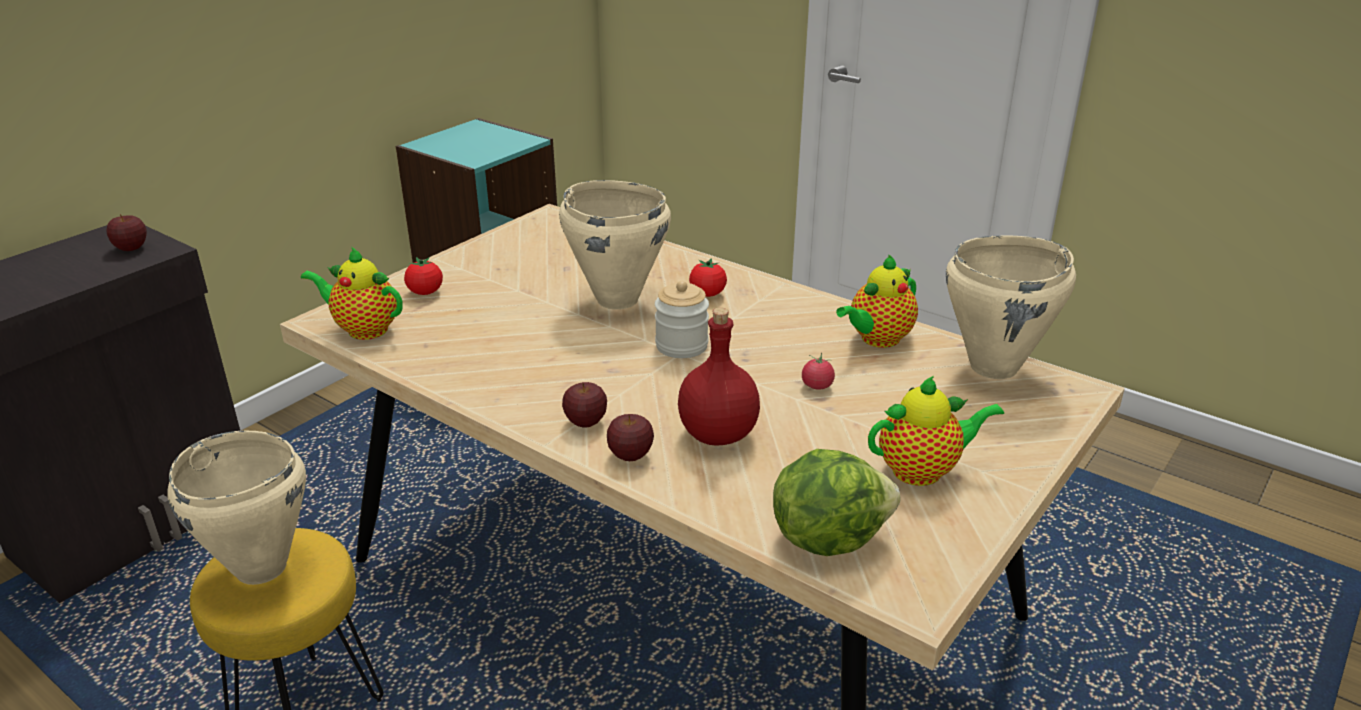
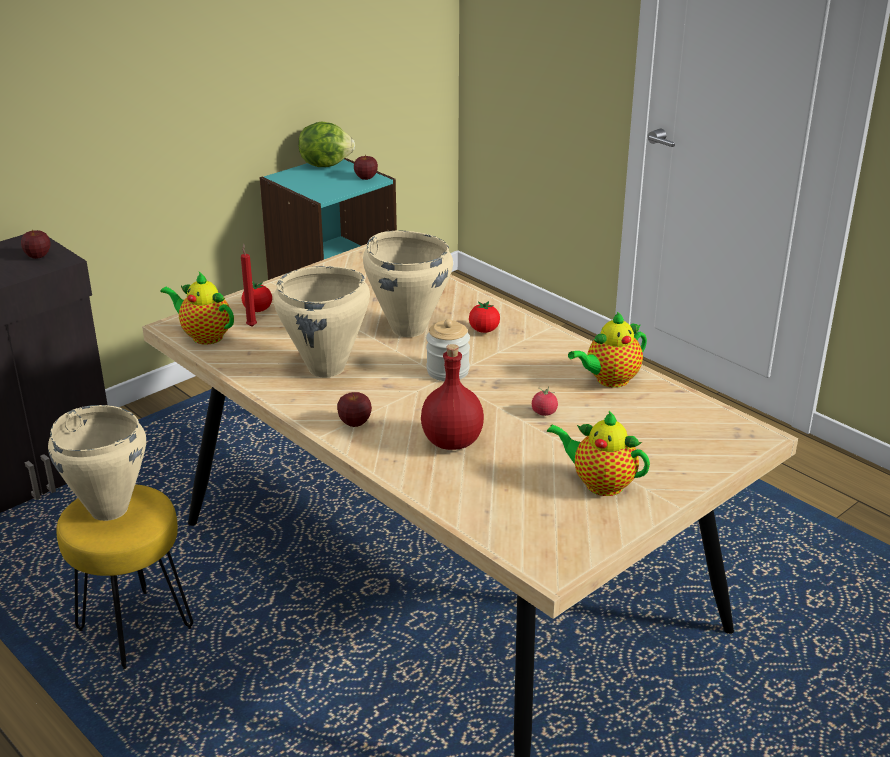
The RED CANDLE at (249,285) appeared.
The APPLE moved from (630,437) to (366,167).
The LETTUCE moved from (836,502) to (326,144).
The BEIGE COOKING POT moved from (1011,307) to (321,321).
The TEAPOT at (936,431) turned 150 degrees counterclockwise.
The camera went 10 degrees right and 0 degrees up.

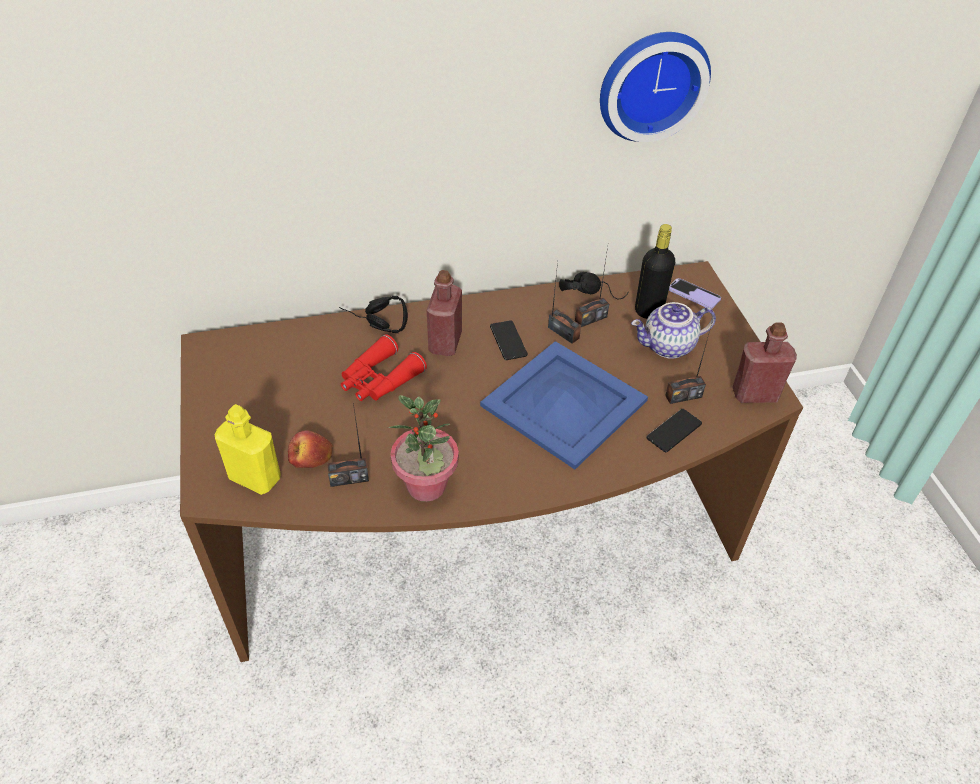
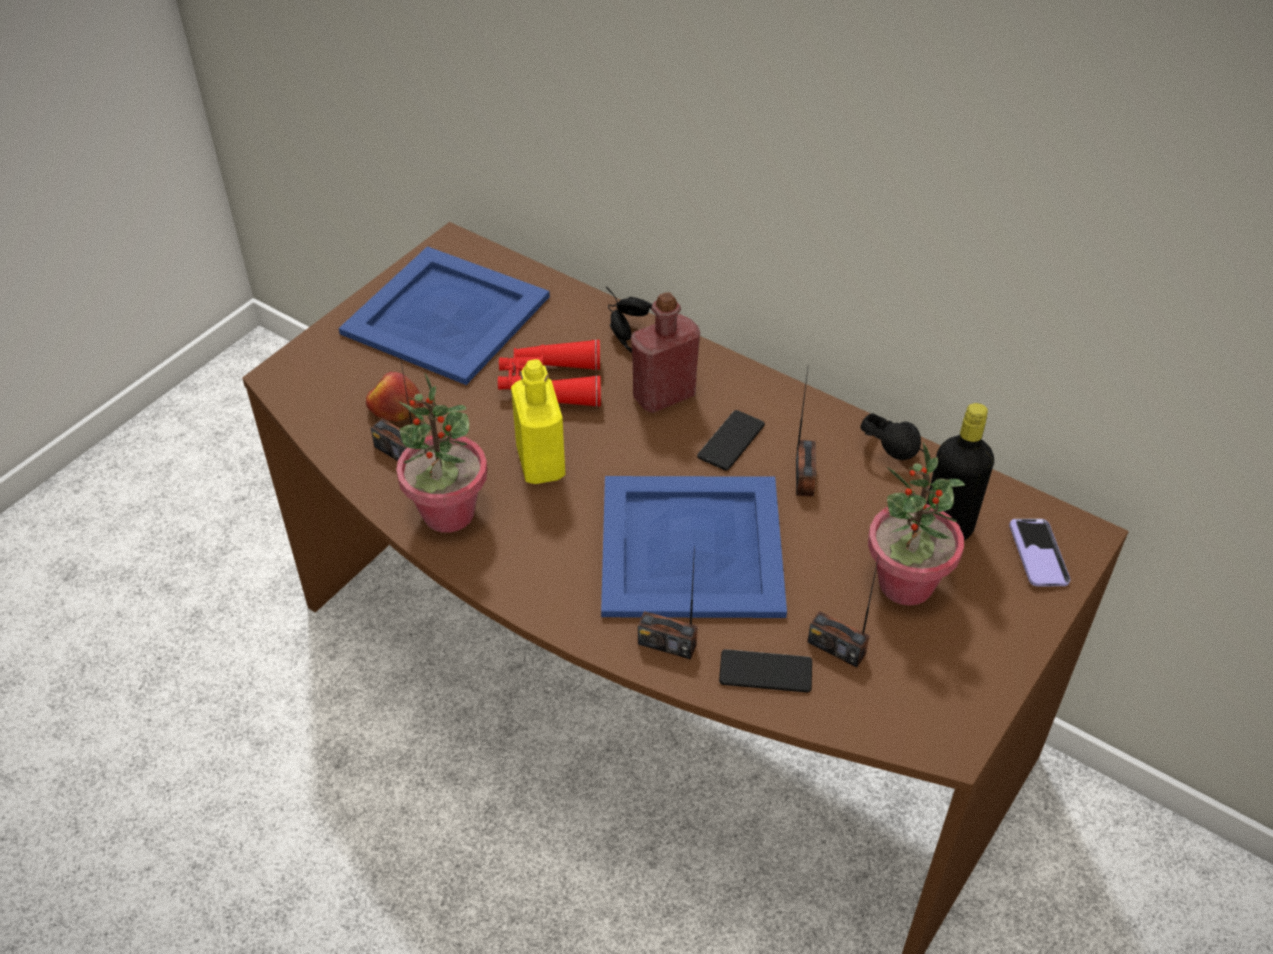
The WALL CLOCK at (655,87) disappeared.
The RED BOTTLE at (764,362) disappeared.
The BLUE TRAY at (444,315) appeared.
The YELLOW BOTTLE moved from (247,449) to (538,421).
The RADIO moved from (592,287) to (668,602).
The TEAPOT at (673,330) was replaced by the POTTED PLANT at (916,524).
The camera went 50 degrees right and 0 degrees up.

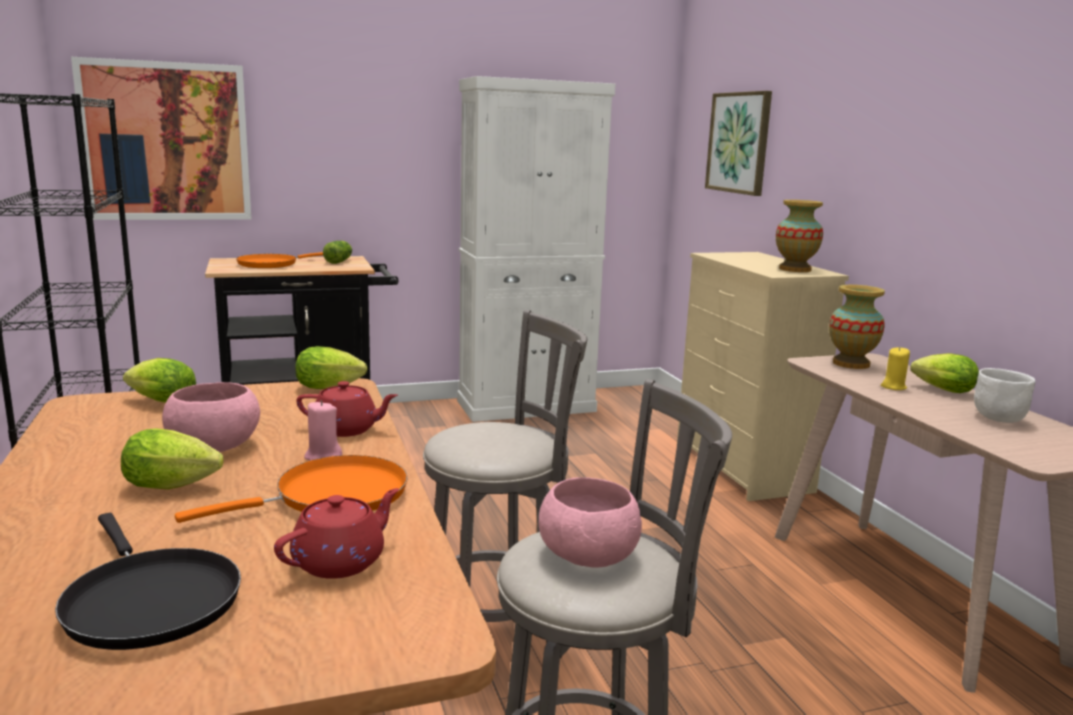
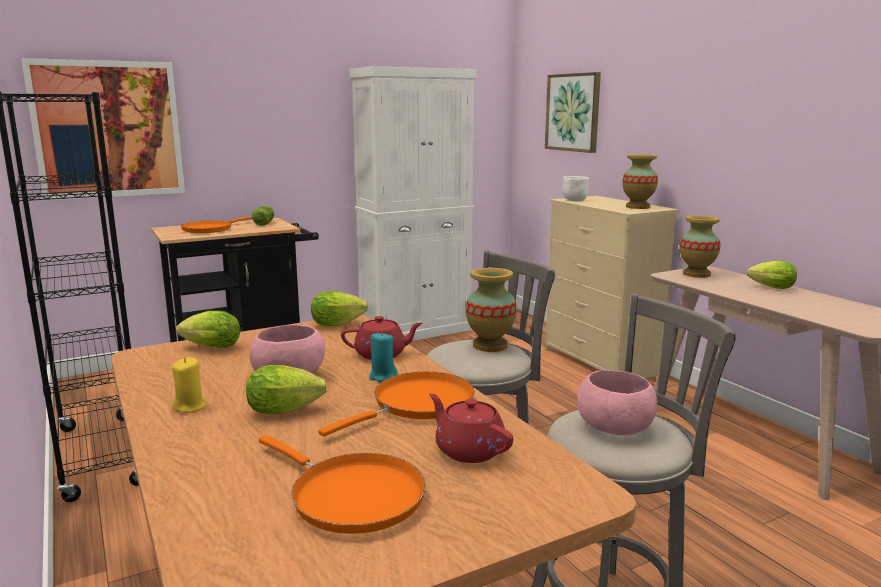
The VASE at (491,310) appeared.
The YELLOW CANDLE moved from (895,368) to (189,385).
The WHITE BOWL moved from (1004,395) to (575,188).
The BLACK FRYING PAN at (148,581) became the ORANGE FRYING PAN at (342,484).
The PINK CANDLE at (323,430) became the TURQUOISE CANDLE at (383,357).
The RED TEAPOT at (336,533) turned 75 degrees counterclockwise.
The camera went 10 degrees left and 0 degrees up.

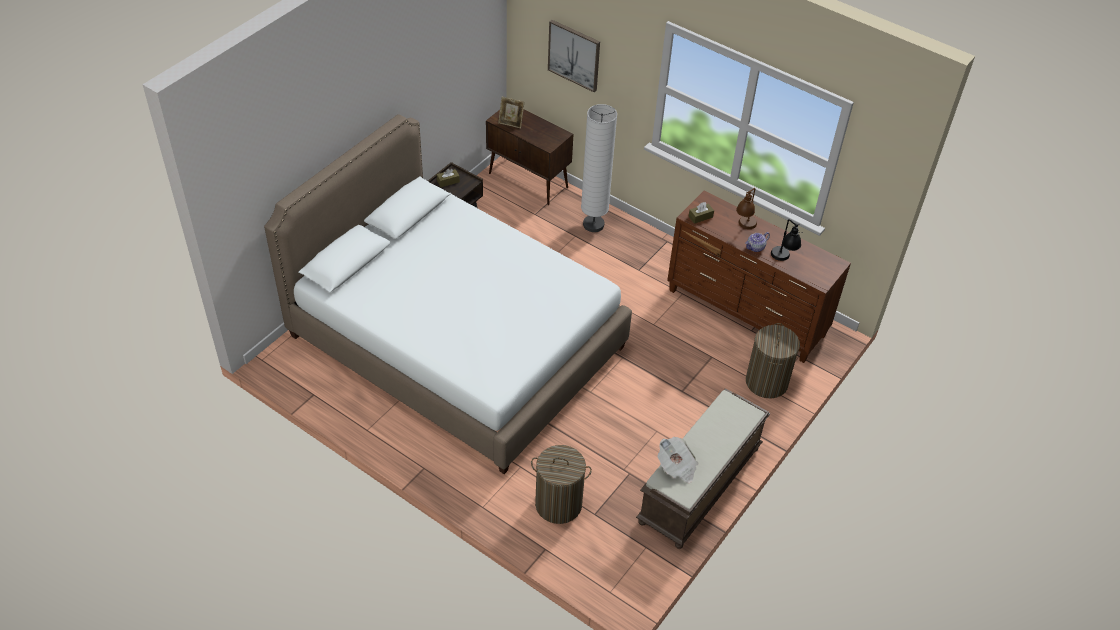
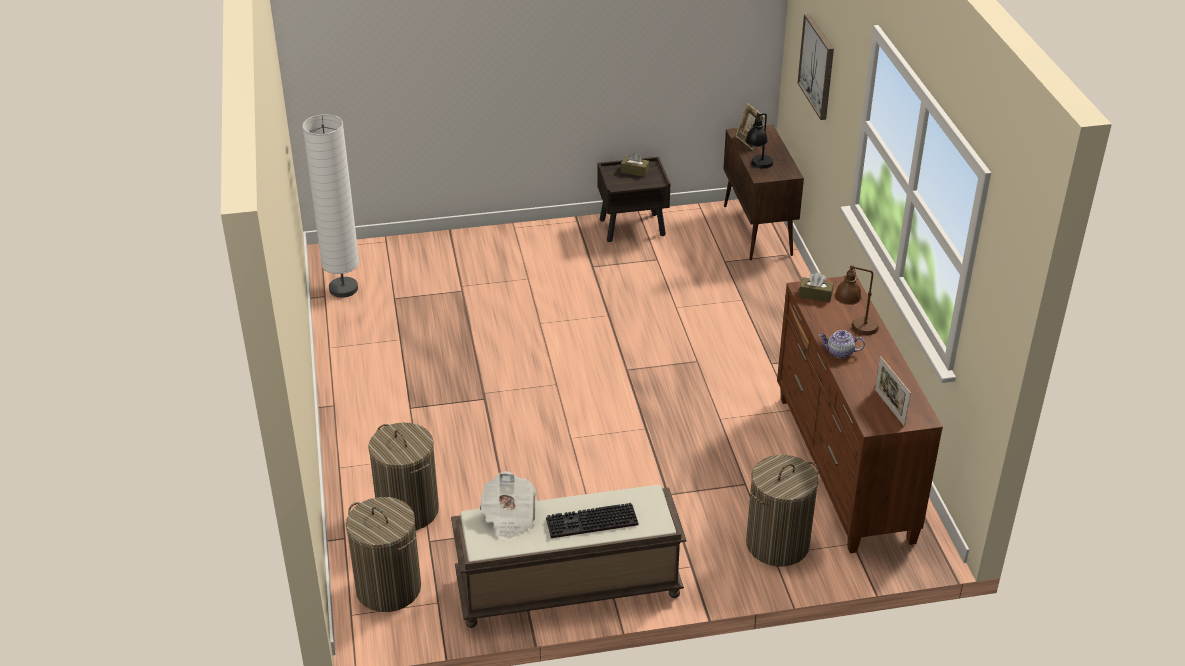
The WHITE BED at (448,294) disappeared.
The LAUNDRY BASKET at (383,554) appeared.
The KEYBOARD at (592,520) appeared.
The PICTURE FRAME at (893,391) appeared.
The WHITE FLOOR LAMP moved from (599,168) to (330,206).
The BLACK TABLE LAMP moved from (787,240) to (759,141).
The camera went 45 degrees right and 10 degrees down.

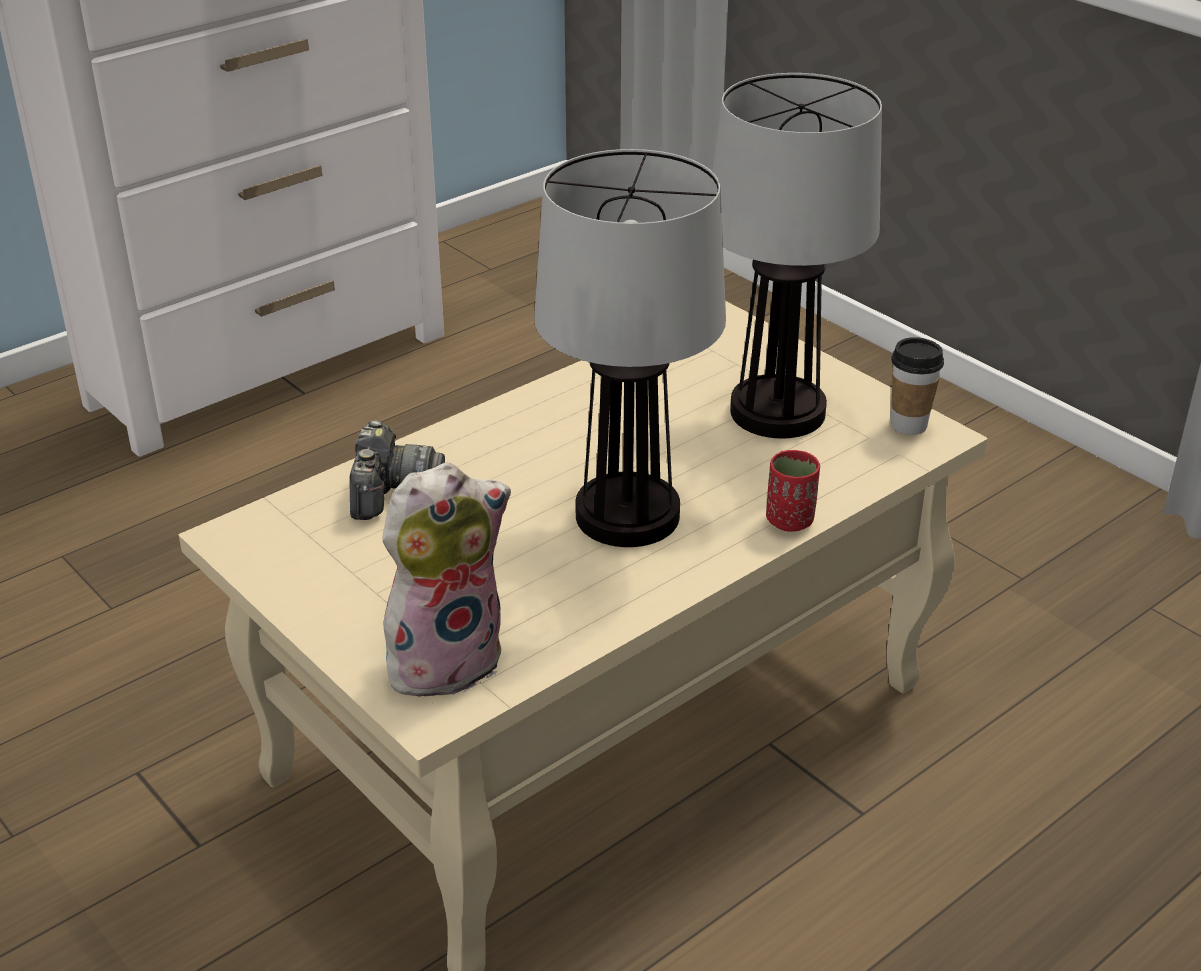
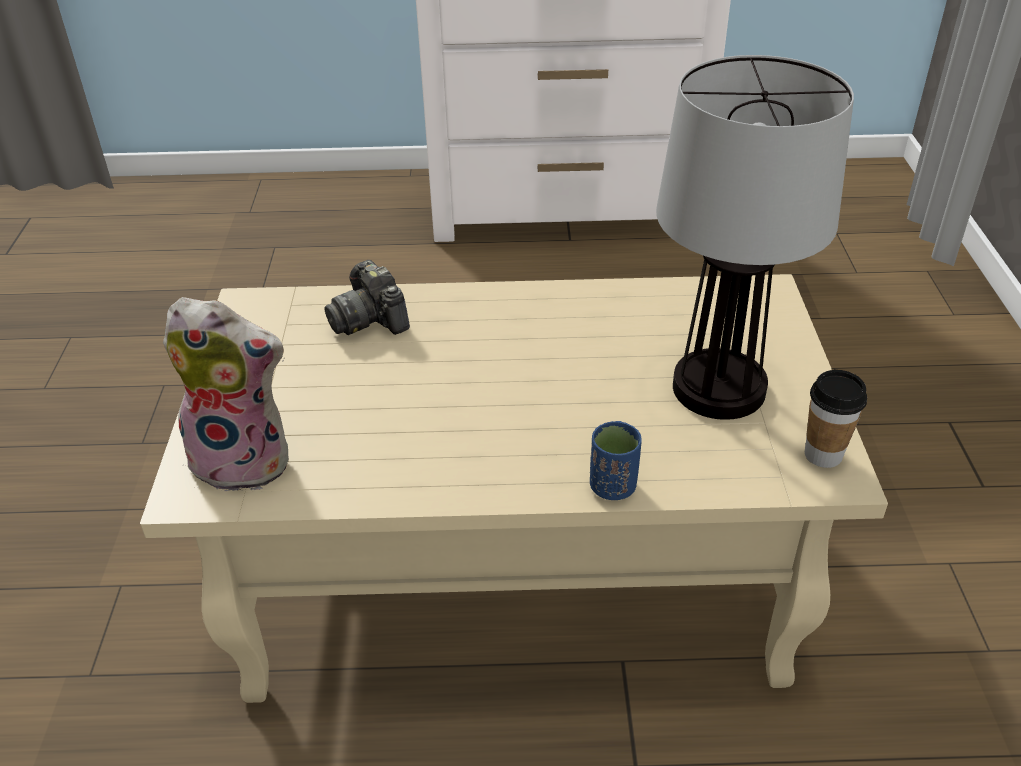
The TABLE LAMP at (630,348) disappeared.
The RED CUP at (793,491) became the BLUE CUP at (616,460).
The PHOTO CAMERA at (397,470) turned 105 degrees clockwise.
The camera went 40 degrees right and 5 degrees up.

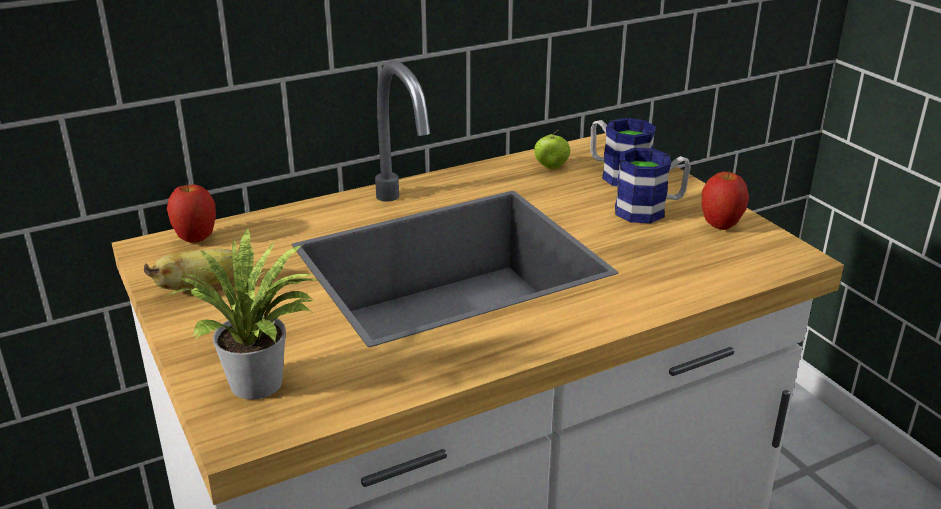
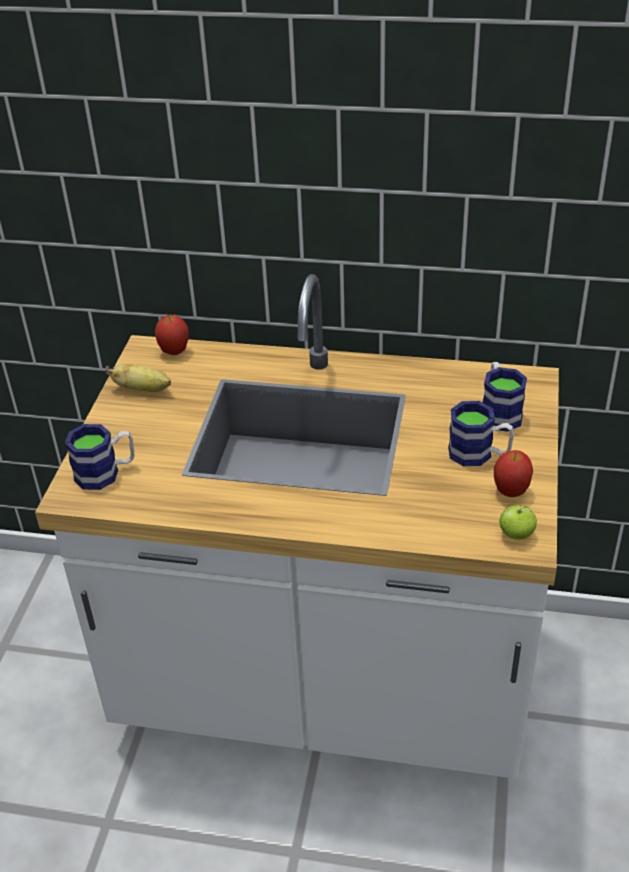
The APPLE moved from (552,149) to (518,522).
The POTTED PLANT at (242,314) was replaced by the MUG at (99,457).
The camera went 40 degrees right and 10 degrees up.

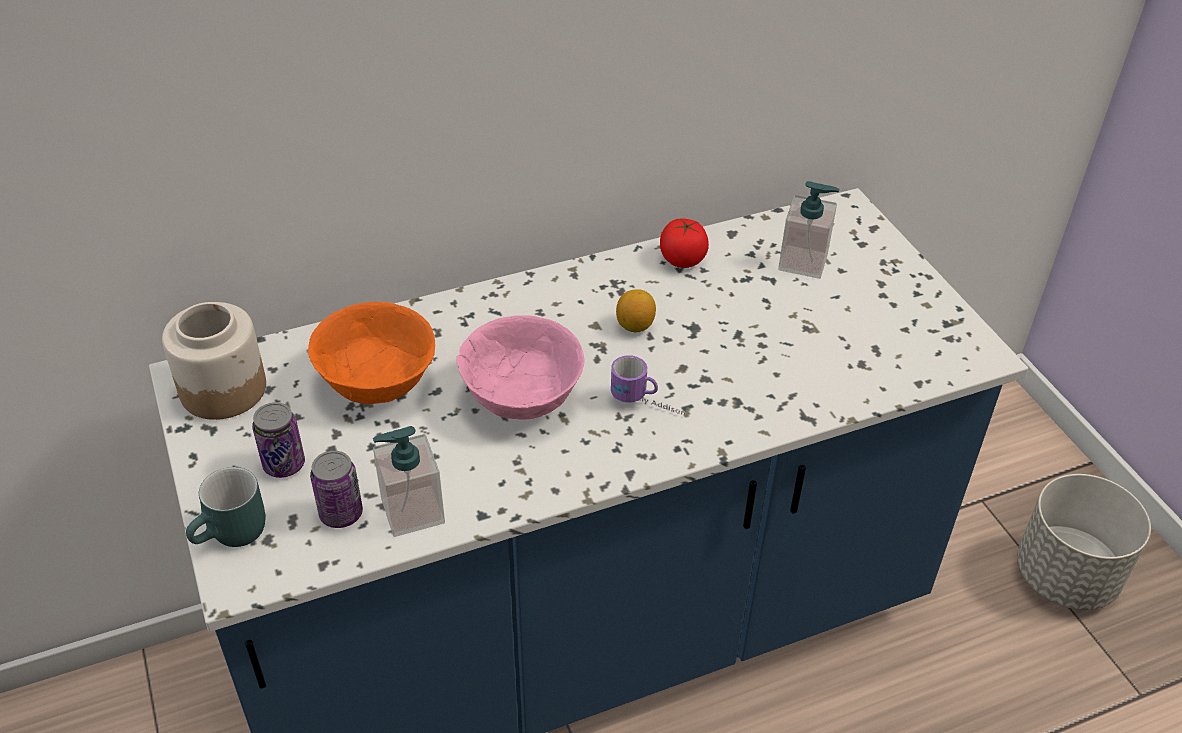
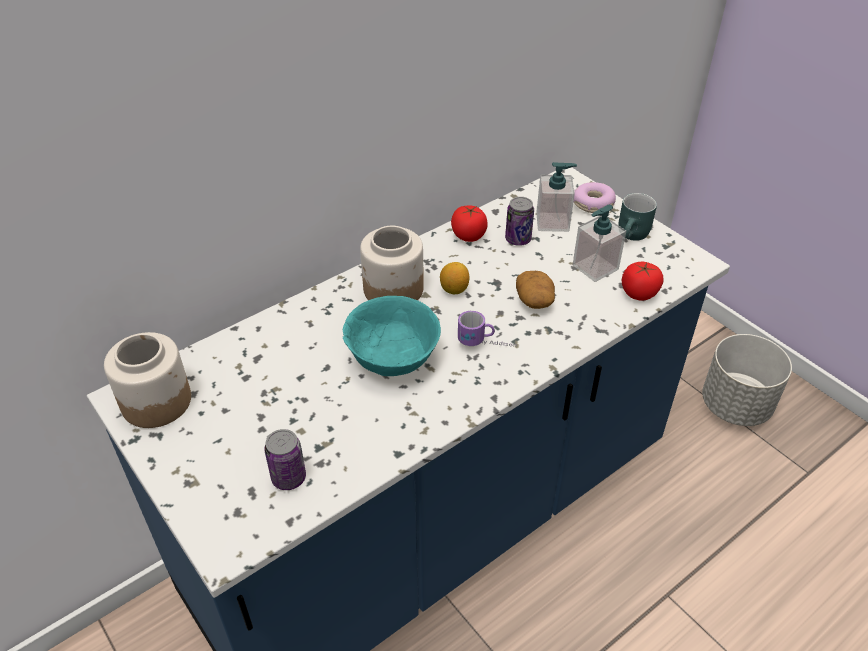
The ORANGE BOWL at (371,353) disappeared.
The JAR at (392,263) appeared.
The POTATO at (535,290) appeared.
The DONUT at (595,197) appeared.
The TOMATO at (642,281) appeared.
The TURQUOISE MUG moved from (225,507) to (637,217).
The CAN moved from (278,440) to (519,221).
The SOAP DISPENSER moved from (409,481) to (599,243).
The PINK BOWL at (520,367) became the TURQUOISE BOWL at (392,336).
The camera went 15 degrees left and 0 degrees up.

